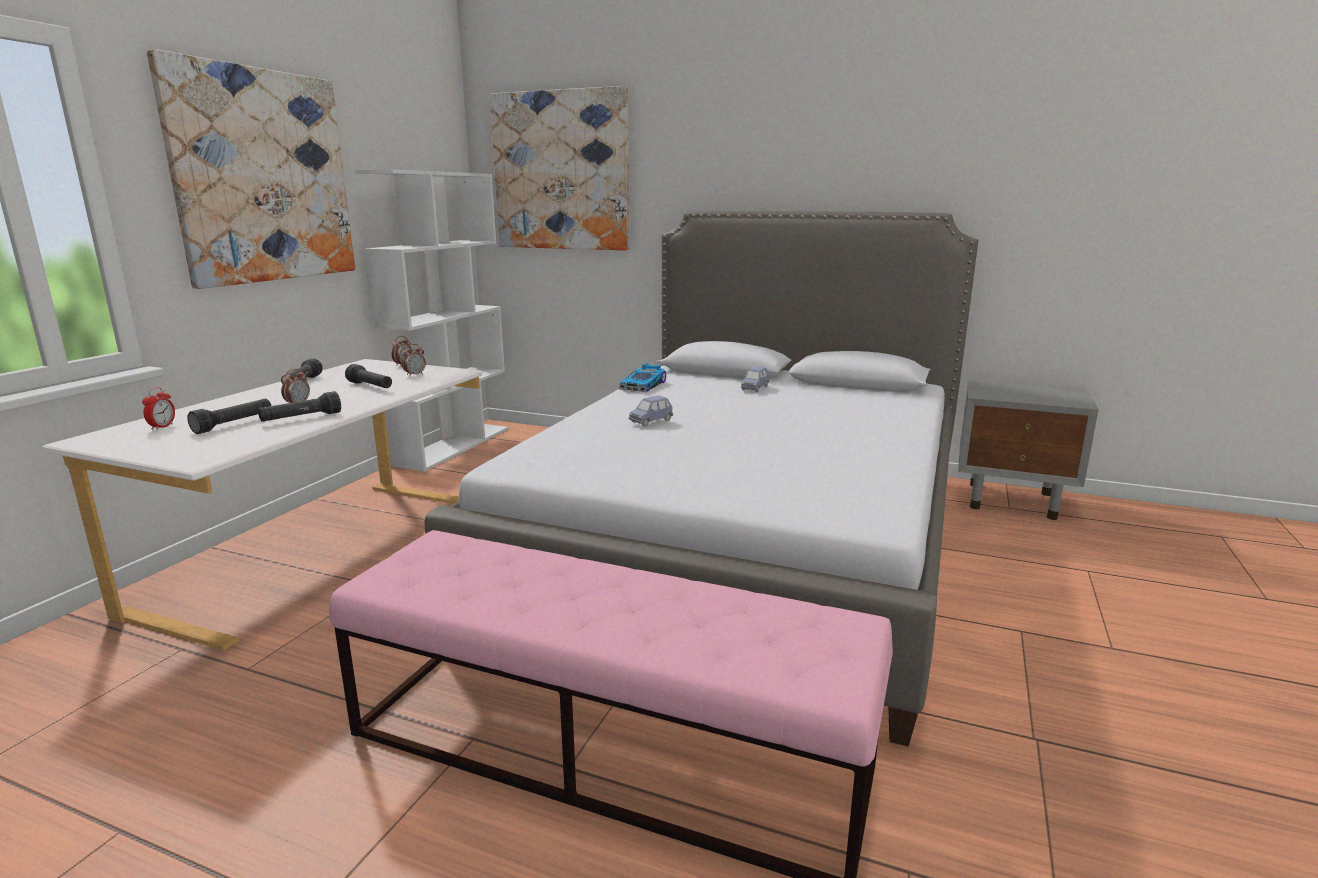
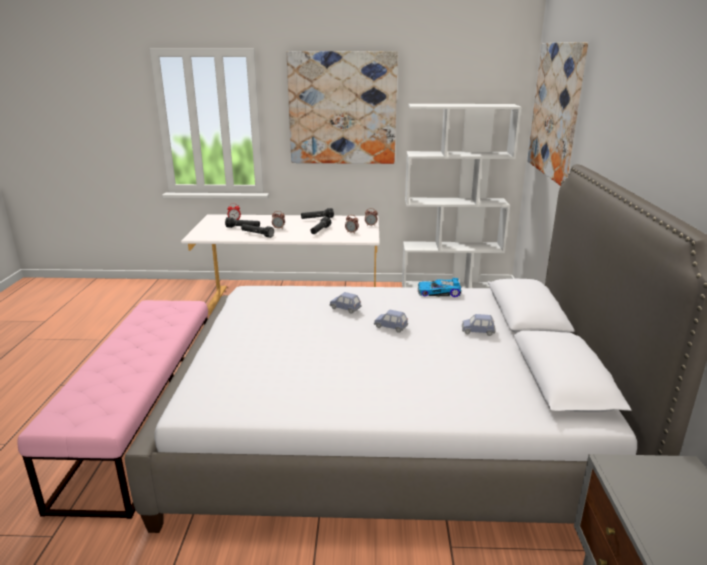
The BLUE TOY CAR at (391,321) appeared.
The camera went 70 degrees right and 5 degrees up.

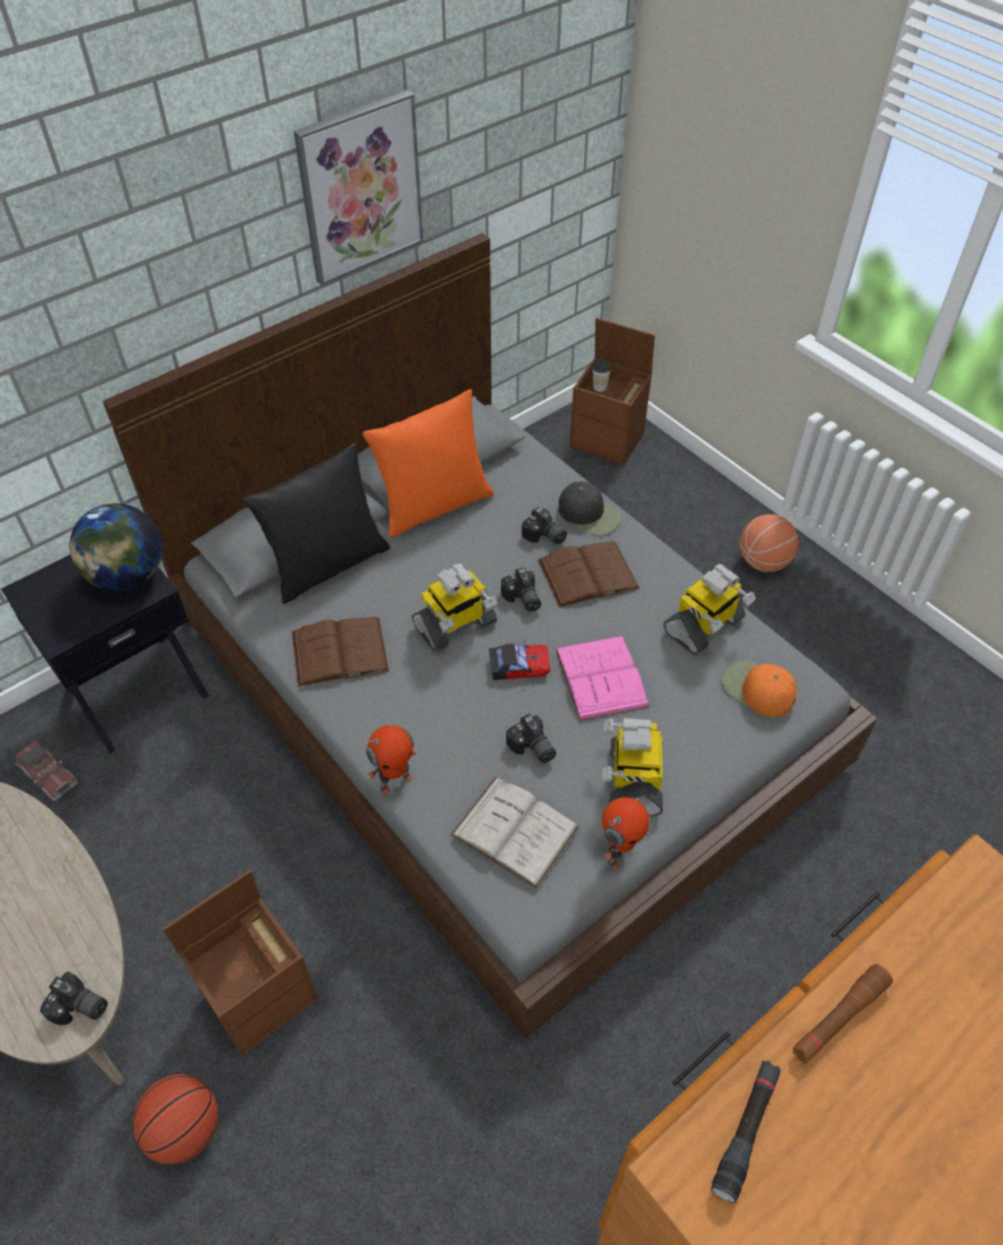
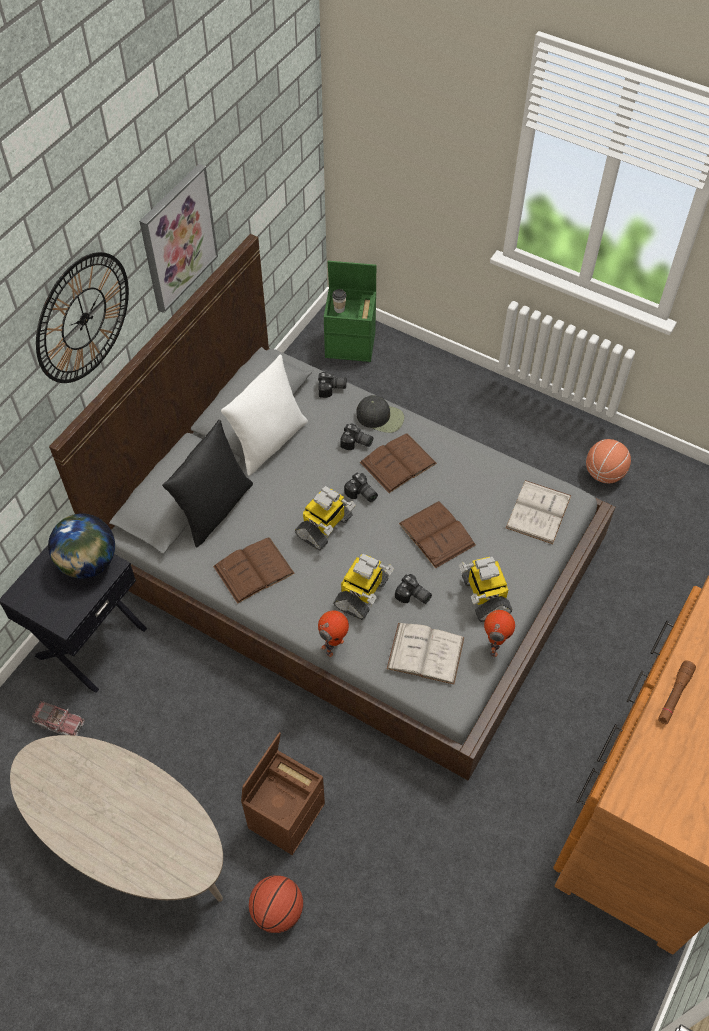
The TOY CAR at (520,660) disappeared.
The BLACK FLASHLIGHT at (746,1132) disappeared.
The WALL CLOCK at (82,317) appeared.
The PHOTO CAMERA moved from (74,998) to (332,385).
The TOY ROBOT moved from (709,609) to (363,587).
The BASKETBALL moved from (769,543) to (608,461).
The ORANGE CAP at (759,688) was replaced by the WHITE BOOK at (538,512).
The ORANGE PILLOW at (428,463) became the WHITE PILLOW at (264,415).
The PINK BOOK at (602,678) became the BROWN BOOK at (437,535).
The BROWN STORAGE BOX at (612,391) became the GREEN STORAGE BOX at (350,311).
The camera went 20 degrees left and 5 degrees up.

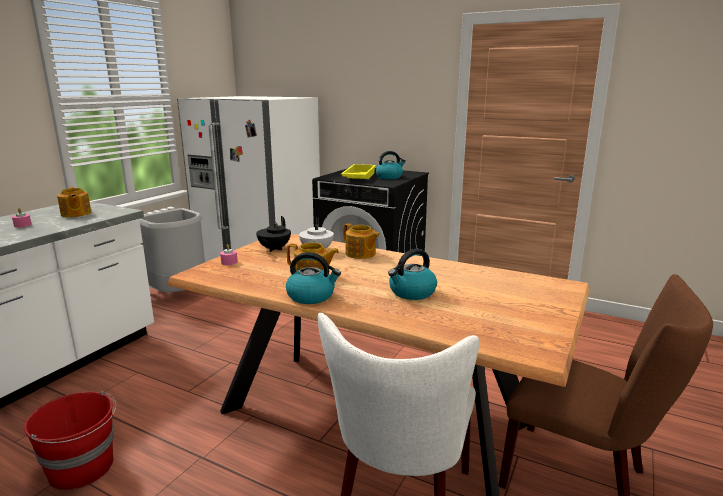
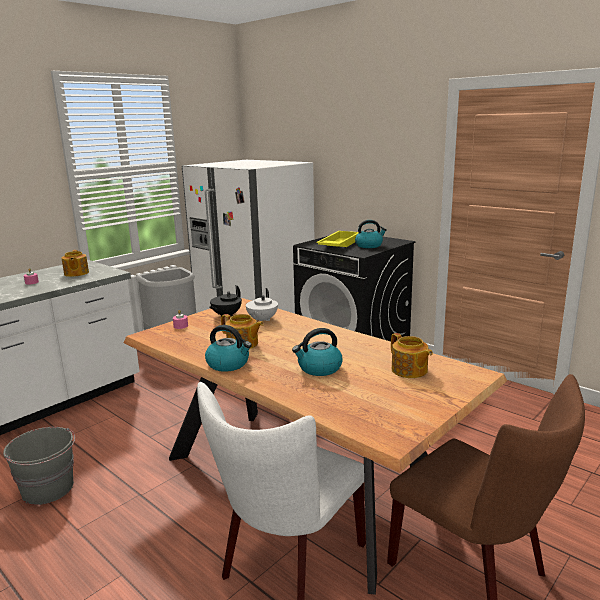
The TEAPOT moved from (361,241) to (412,355).
The RED BUCKET at (70,440) became the GREY BUCKET at (39,466).
The camera went 15 degrees right and 0 degrees up.

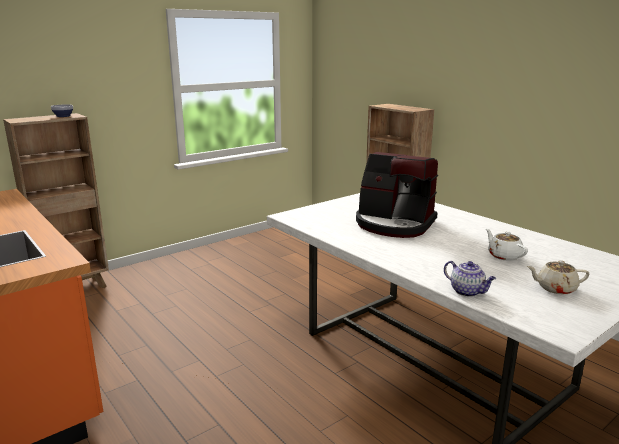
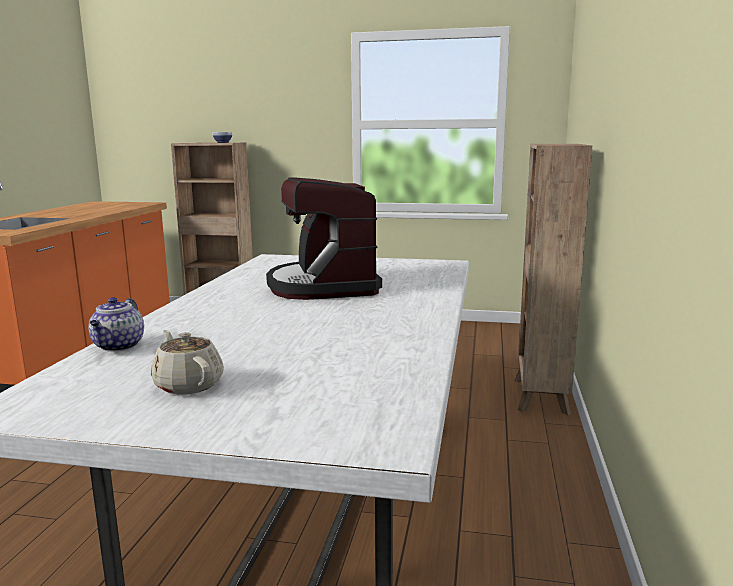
The WHITE TEAPOT at (507,245) disappeared.
The camera went 50 degrees right and 5 degrees down.

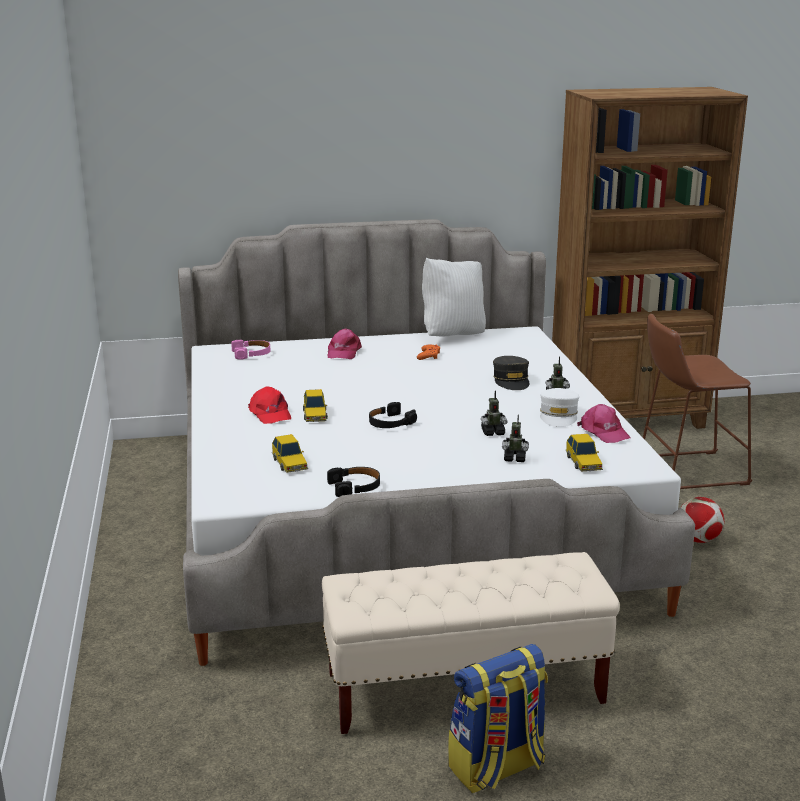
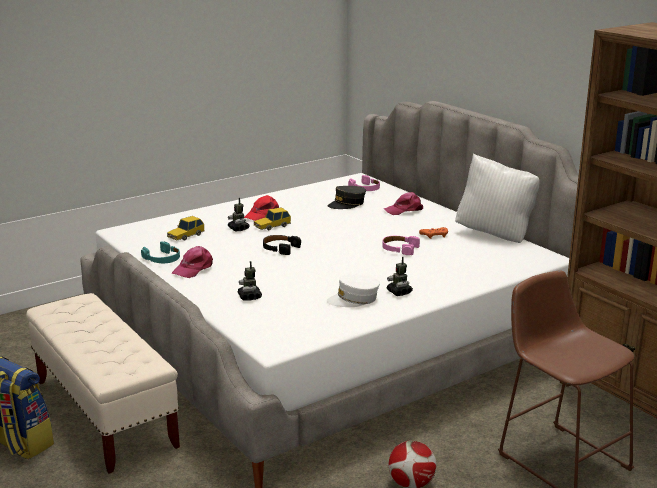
The TOY CAR at (584,453) disappeared.
The PINK HEADPHONES at (401,245) appeared.
The TOY ROBOT moved from (494,413) to (239,215).
The GREY CAP moved from (511,373) to (347,197).
The PINK CAP moved from (604,423) to (192,262).
The BLACK HEADPHONES at (353,482) became the TURQUOISE HEADPHONES at (160,252).
The camera went 65 degrees right and 0 degrees up.

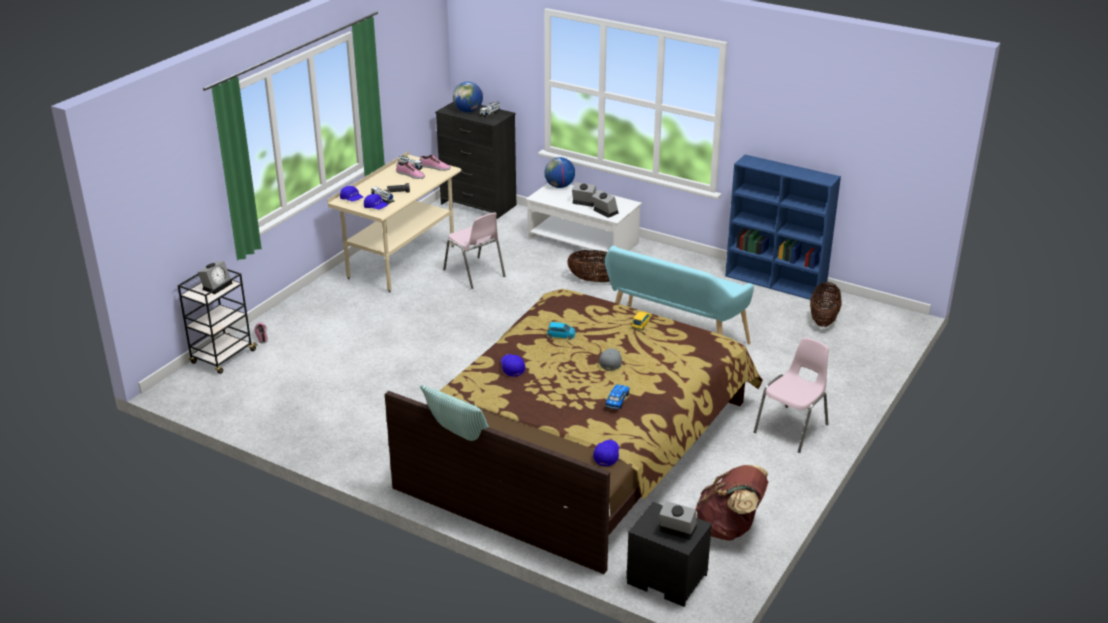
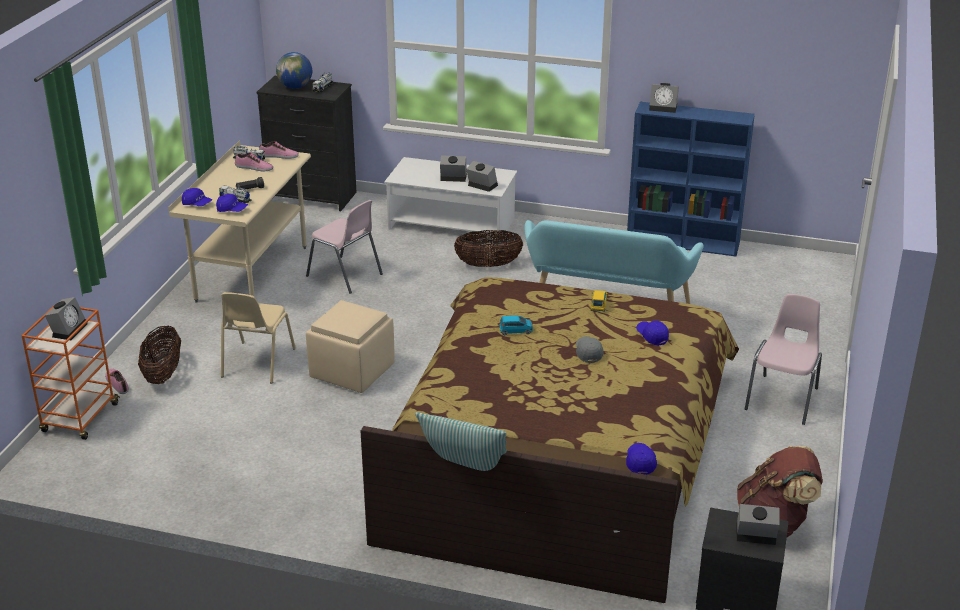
The GLOBE at (559,172) disappeared.
The TOY CAR at (617,397) disappeared.
The BEIGE CHAIR at (258,338) appeared.
The BEIGE OTTOMAN at (350,346) appeared.
The ALARM CLOCK at (664,98) appeared.
The BLUE CAP moved from (513,365) to (652,333).
The BASKET moved from (826,304) to (159,355).
The BLACK CART at (218,321) became the ORANGE CART at (71,371).
The camera went 15 degrees left and 0 degrees up.

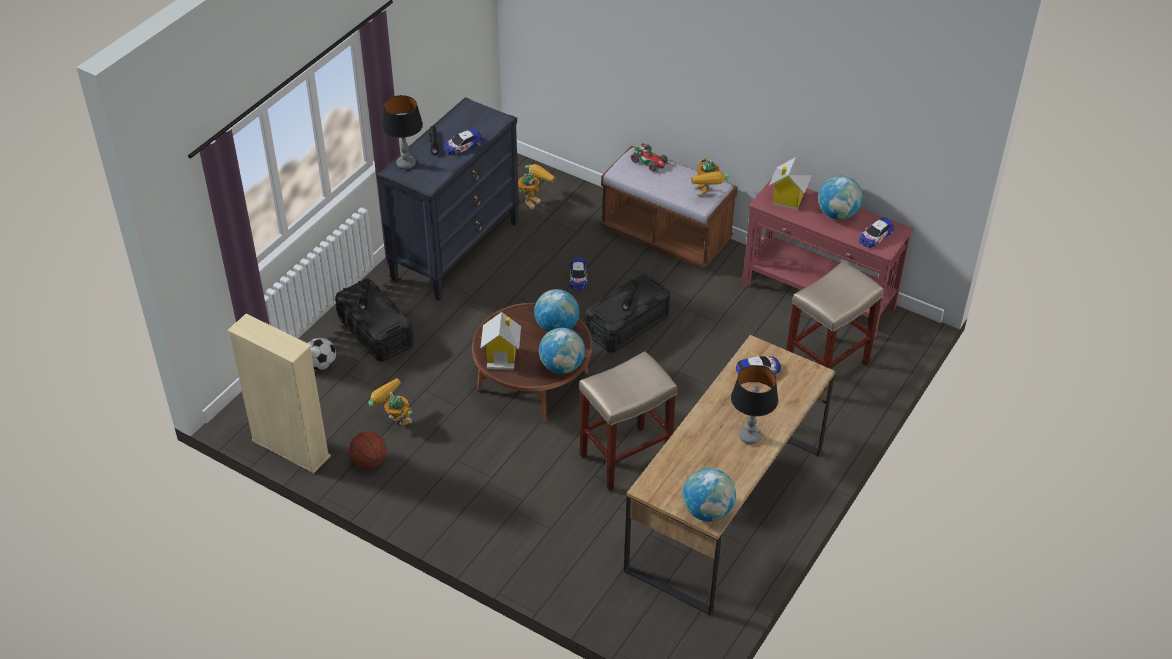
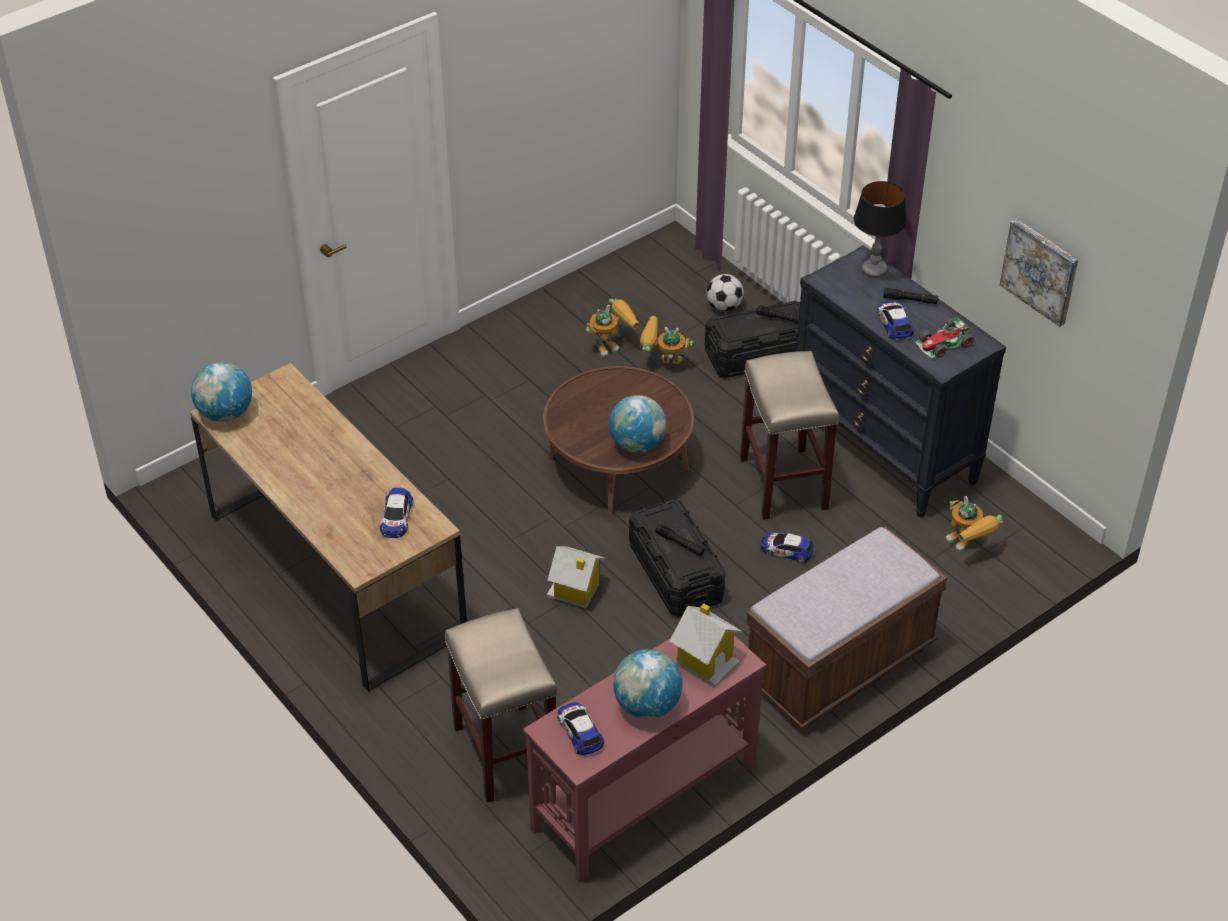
The BEIGE BOOKCASE at (279,393) disappeared.
The BASKETBALL at (368,449) disappeared.
The GLOBE at (562,351) disappeared.
The TABLE LAMP at (754,404) disappeared.
The PICTURE at (1039,273) appeared.
The TOY HOUSE moved from (500,341) to (576,577).
The BEIGE STOOL moved from (628,421) to (789,435).
The TOY CAR moved from (650,158) to (944,337).
The TOY ROBOT moved from (710,175) to (667,340).
The camera went 110 degrees right and 0 degrees up.

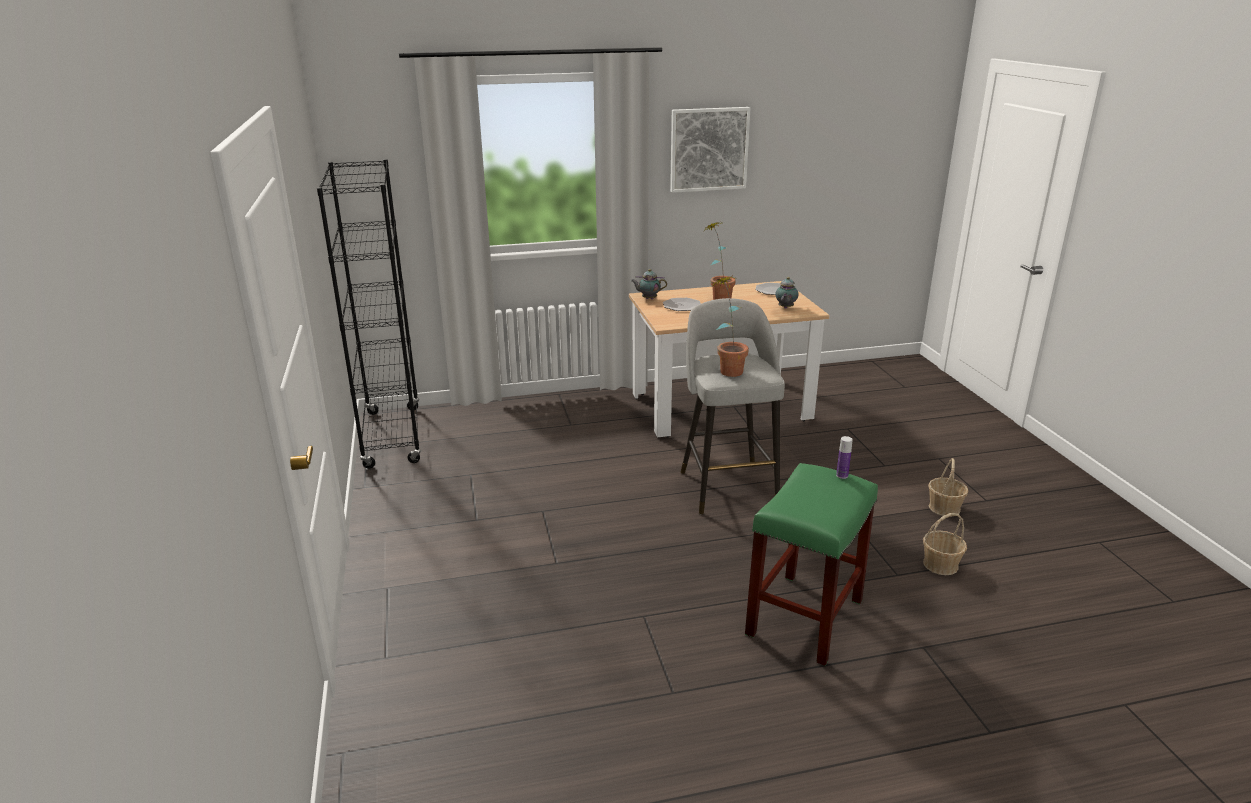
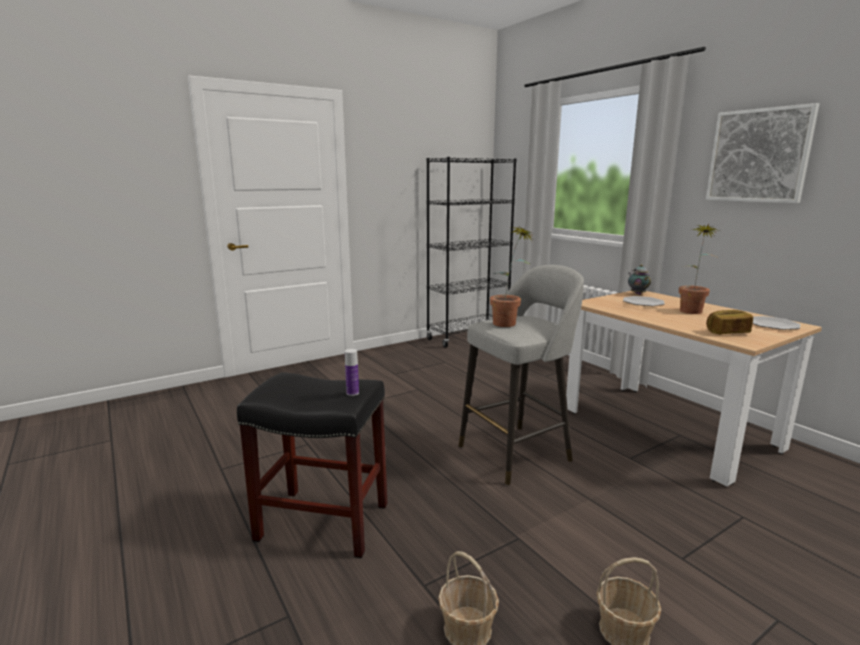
The TEAPOT at (786,293) was replaced by the BREAD at (729,322).
The GREEN STOOL at (811,564) became the BLACK STOOL at (312,465).
The camera went 70 degrees right and 10 degrees down.

